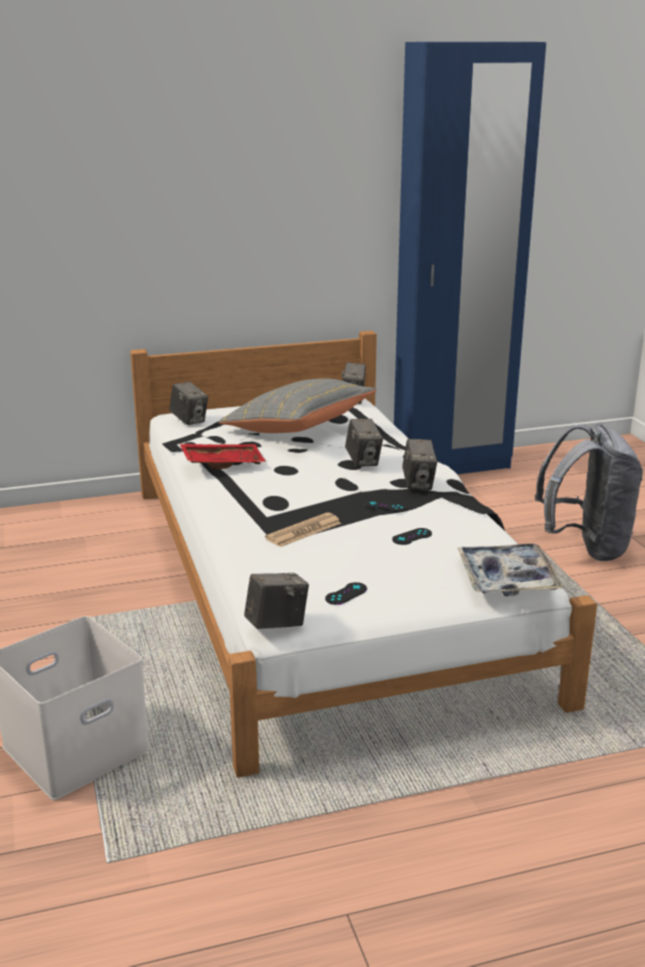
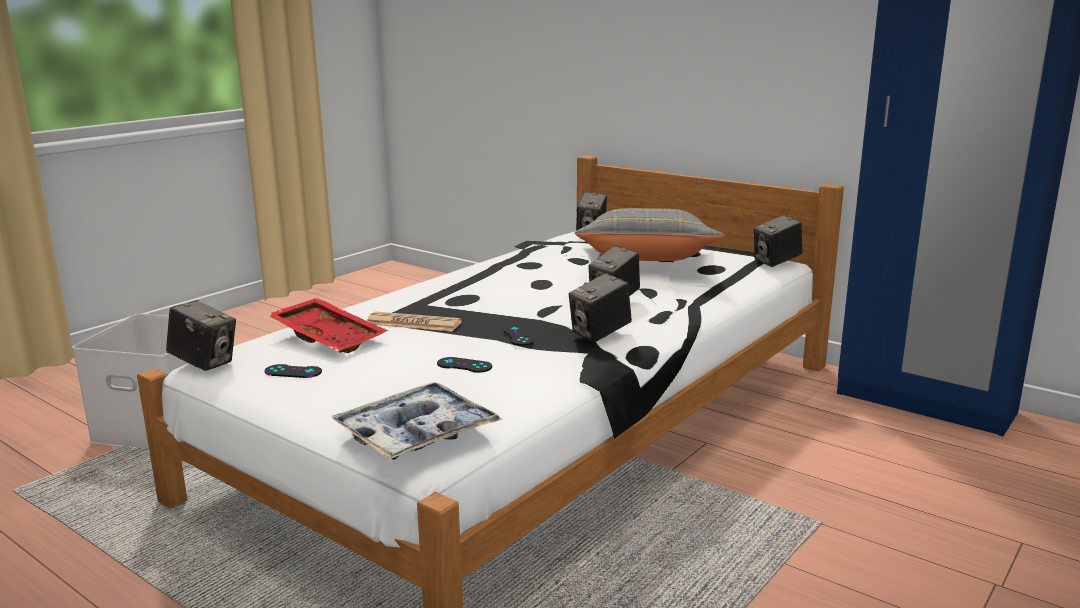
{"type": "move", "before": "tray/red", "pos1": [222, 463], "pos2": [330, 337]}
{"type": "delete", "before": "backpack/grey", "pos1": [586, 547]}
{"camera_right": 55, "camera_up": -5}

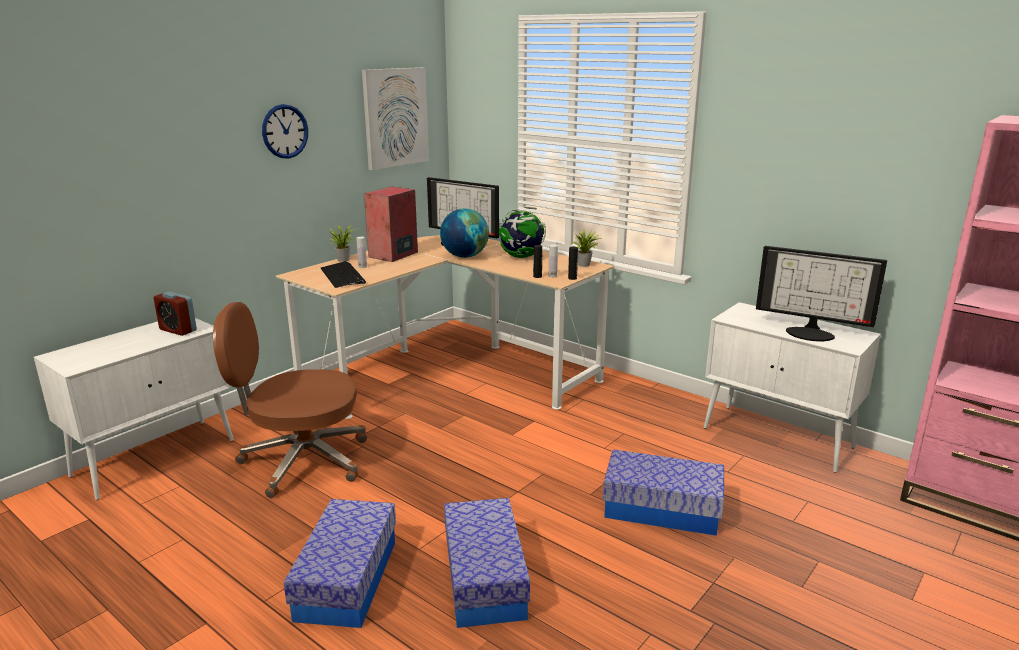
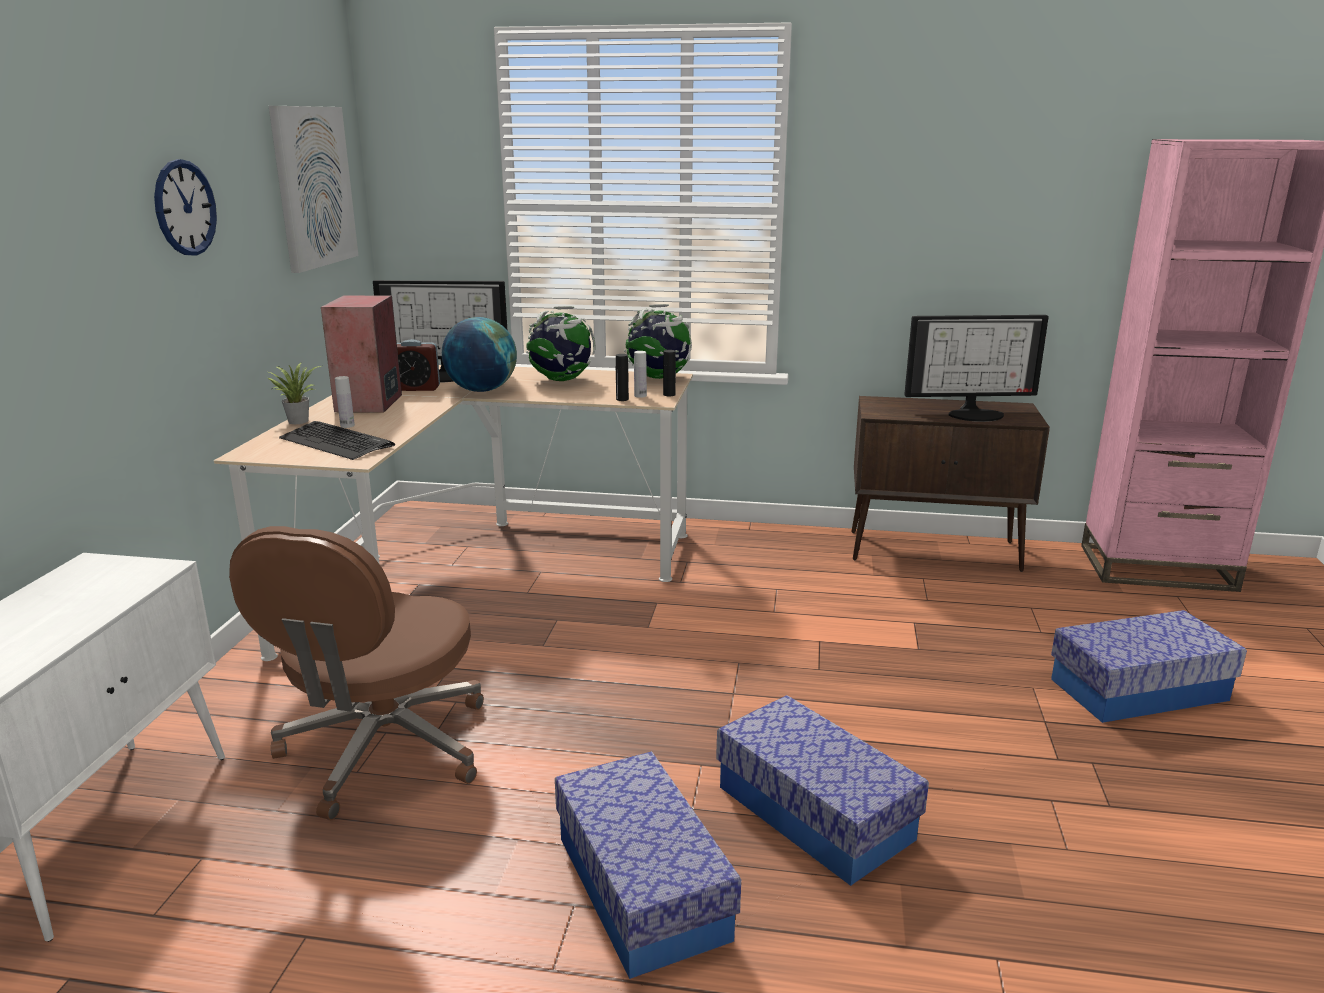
{"type": "rotate", "before": "office chair/brown", "pos1": [302, 461], "pos2": [383, 751], "turn": -45}
{"type": "move", "before": "alarm clock", "pos1": [178, 330], "pos2": [416, 388]}
{"type": "replace", "before": "potted plant", "after": "globe", "pos1": [585, 265], "pos2": [658, 378]}
{"type": "recolor", "before": "cabinet/white", "after": "cabinet/brown", "pos1": [778, 438], "pos2": [935, 551]}
{"type": "move", "before": "storage box", "pos1": [662, 509], "pos2": [1138, 689]}
{"camera_right": -30, "camera_up": 0}

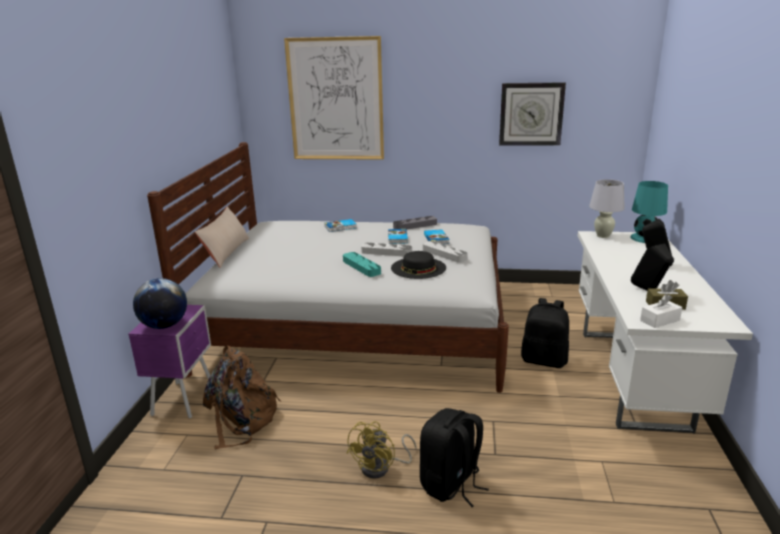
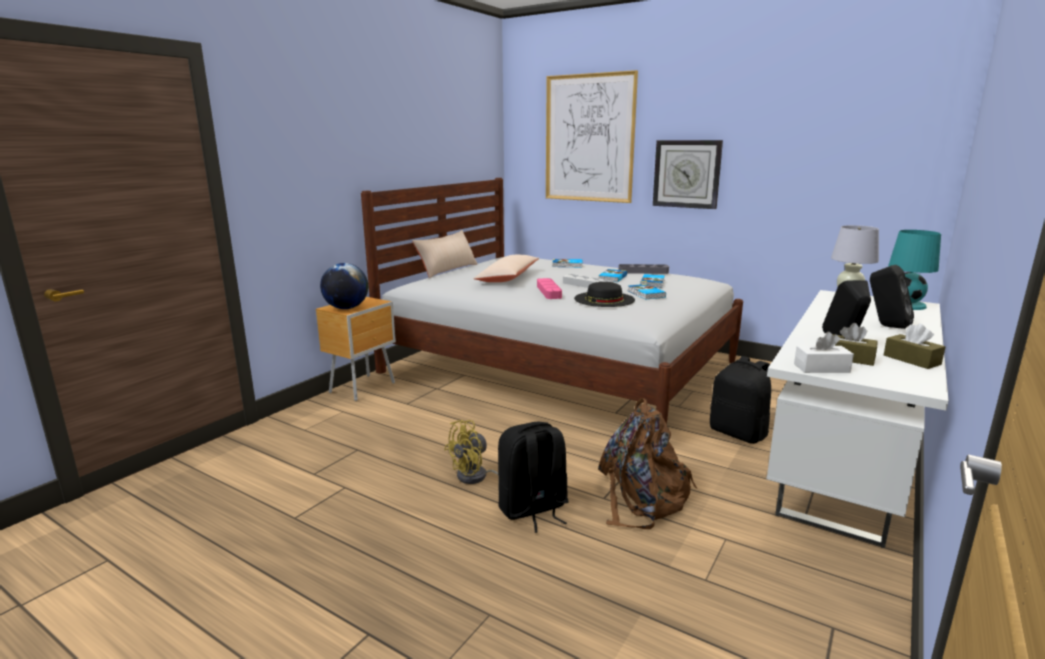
{"type": "recolor", "before": "nightstand/purple", "after": "nightstand/brown", "pos1": [185, 399], "pos2": [364, 387]}
{"type": "insert", "after": "pillow/beige", "pos2": [508, 278]}
{"type": "recolor", "before": "tray/turquoise", "after": "tray/pink", "pos1": [361, 267], "pos2": [548, 291]}
{"type": "move", "before": "backpack/brown", "pos1": [241, 419], "pos2": [642, 498]}
{"type": "replace", "before": "tray/grey", "after": "book", "pos1": [444, 254], "pos2": [645, 294]}
{"type": "move", "before": "wall clock", "pos1": [531, 114], "pos2": [686, 174]}
{"type": "insert", "after": "tissue box/brown", "pos2": [911, 360]}
{"camera_right": 25, "camera_up": -5}

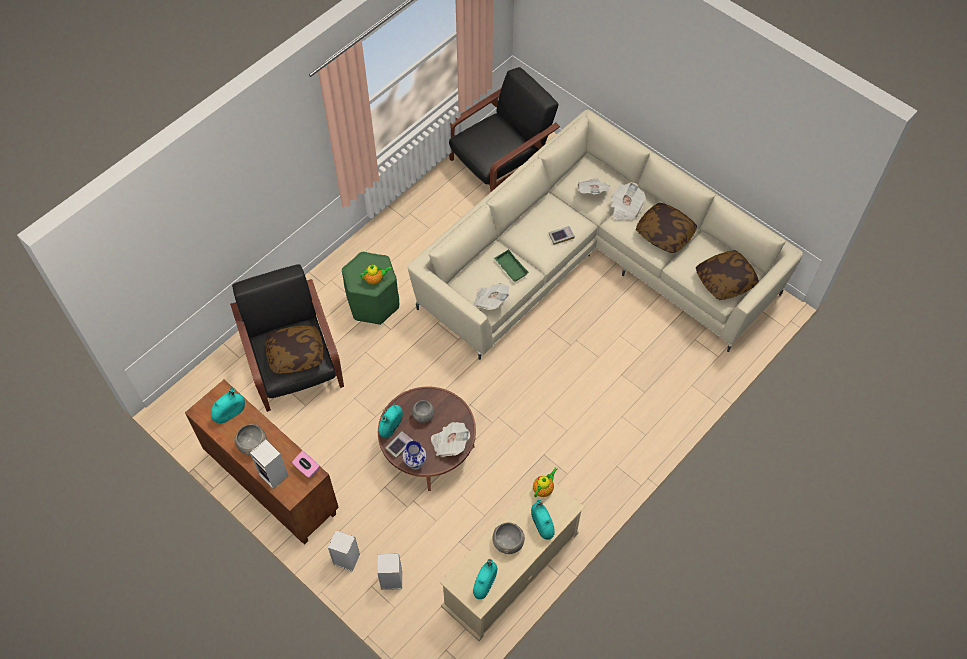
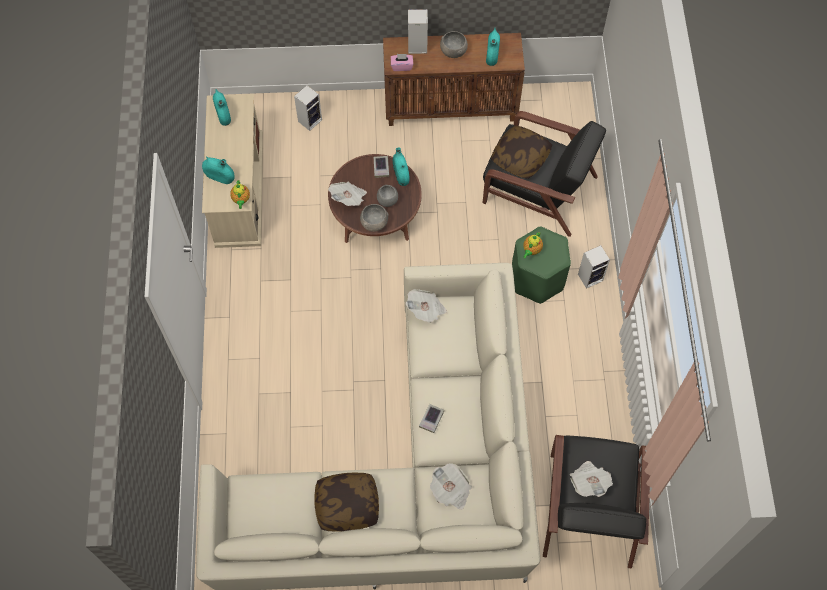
{"type": "move", "before": "bowl/grey", "pos1": [508, 542], "pos2": [374, 223]}
{"type": "move", "before": "newspaper", "pos1": [625, 208], "pos2": [589, 482]}
{"type": "move", "before": "speaker", "pos1": [345, 559], "pos2": [590, 277]}
{"type": "delete", "before": "vase", "pos1": [415, 463]}
{"type": "delete", "before": "tray/green", "pos1": [510, 268]}
{"type": "delete", "before": "pillow", "pos1": [725, 280]}
{"camera_right": 135, "camera_up": 5}

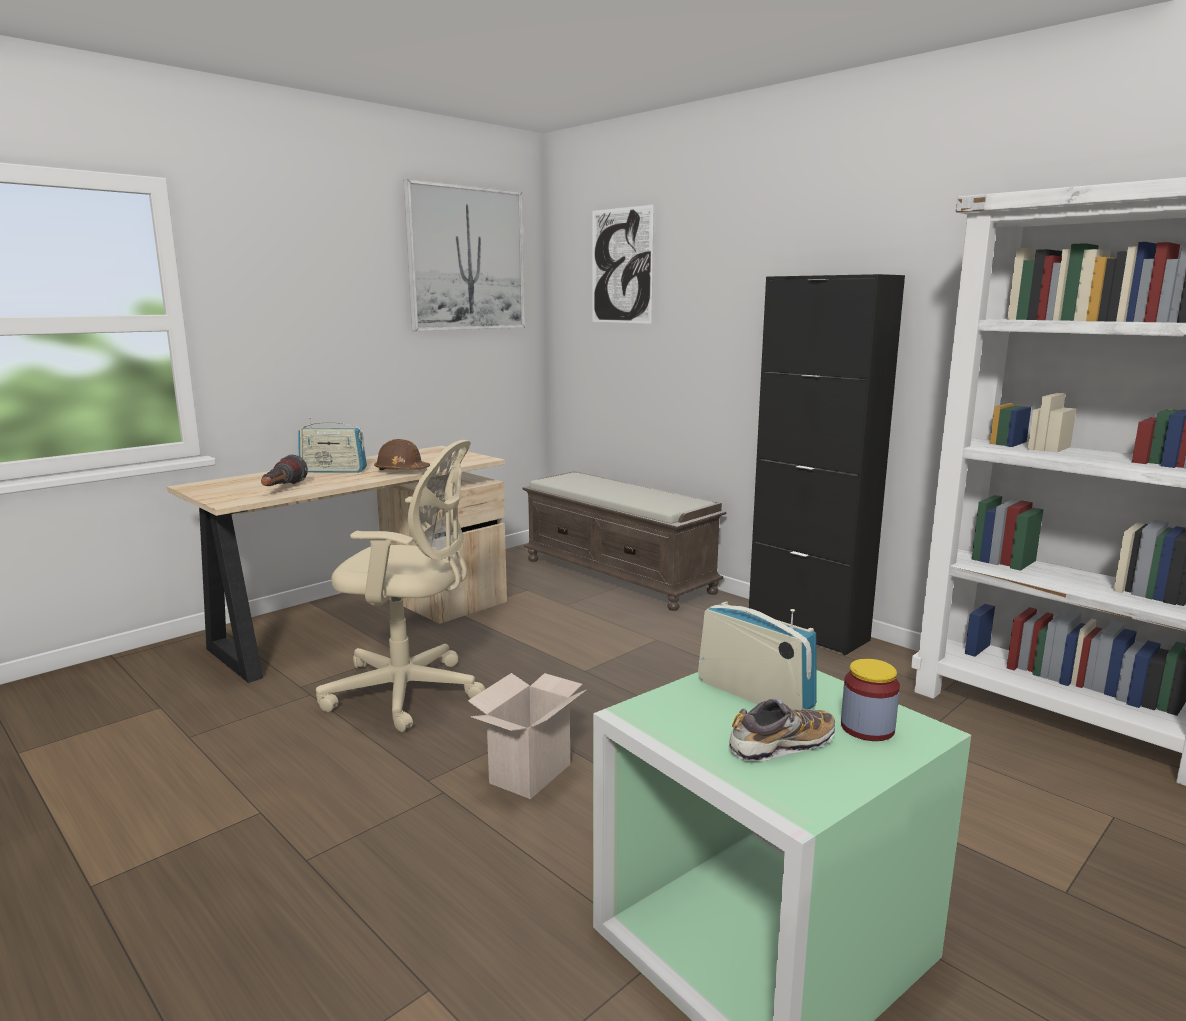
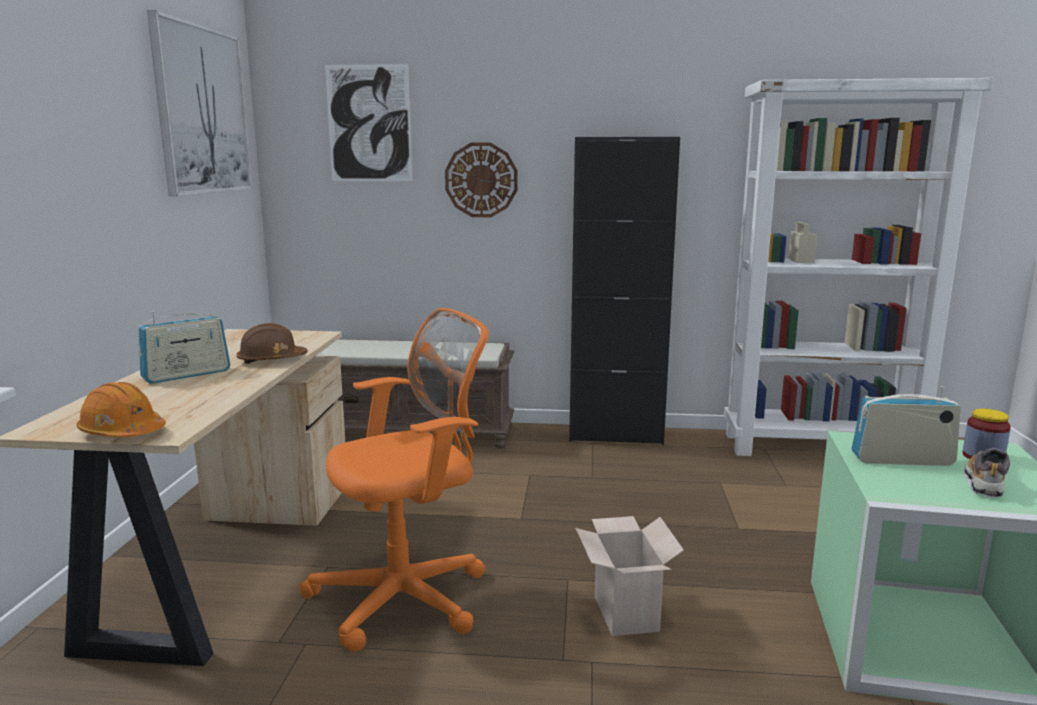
{"type": "insert", "after": "hard hat/orange", "pos2": [122, 432]}
{"type": "recolor", "before": "office chair/beige", "after": "office chair/orange", "pos1": [410, 693], "pos2": [408, 597]}
{"type": "insert", "after": "wall clock", "pos2": [481, 180]}
{"type": "delete", "before": "flashlight", "pos1": [282, 489]}
{"camera_right": -40, "camera_up": 0}

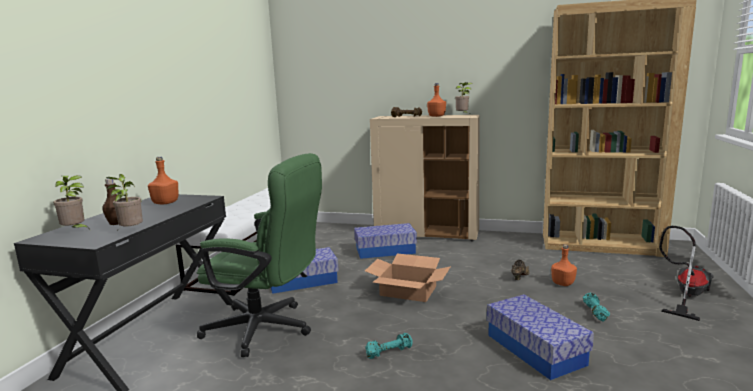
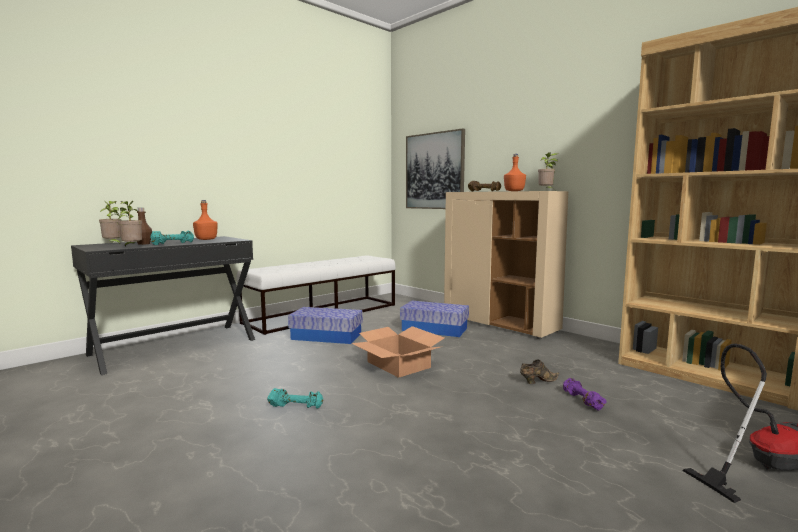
{"type": "move", "before": "dumbbell/turquoise", "pos1": [594, 312], "pos2": [172, 244]}
{"type": "insert", "after": "picture", "pos2": [434, 171]}
{"type": "replace", "before": "bottle/orange", "after": "dumbbell/purple", "pos1": [562, 283], "pos2": [582, 401]}
{"type": "delete", "before": "office chair/green", "pos1": [267, 329]}
{"type": "delete", "before": "storage box", "pos1": [535, 349]}
{"camera_right": 30, "camera_up": -5}

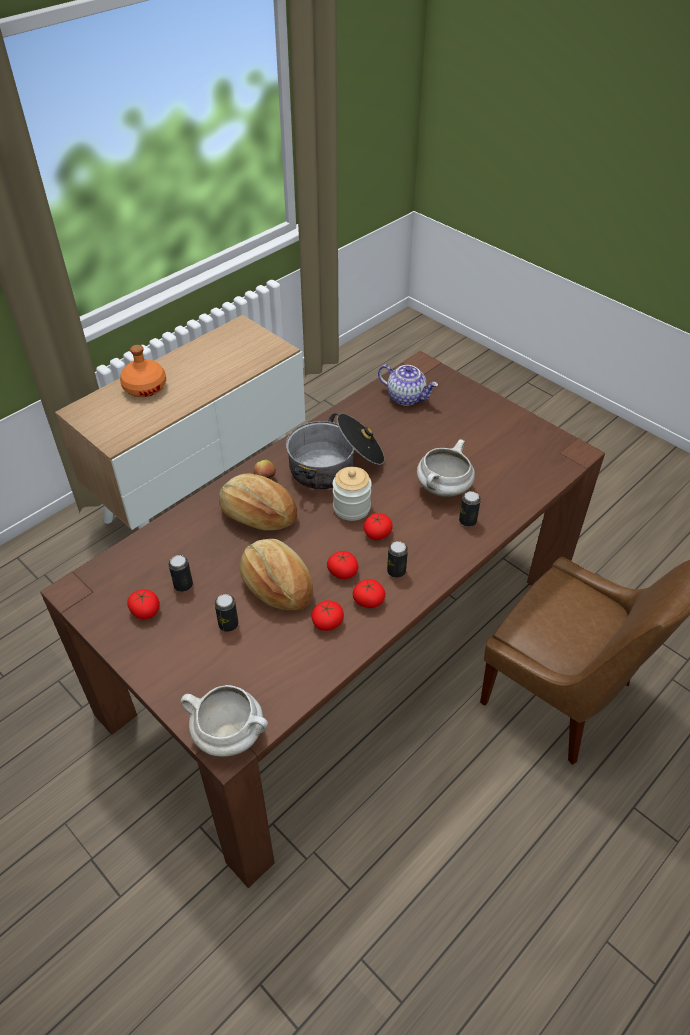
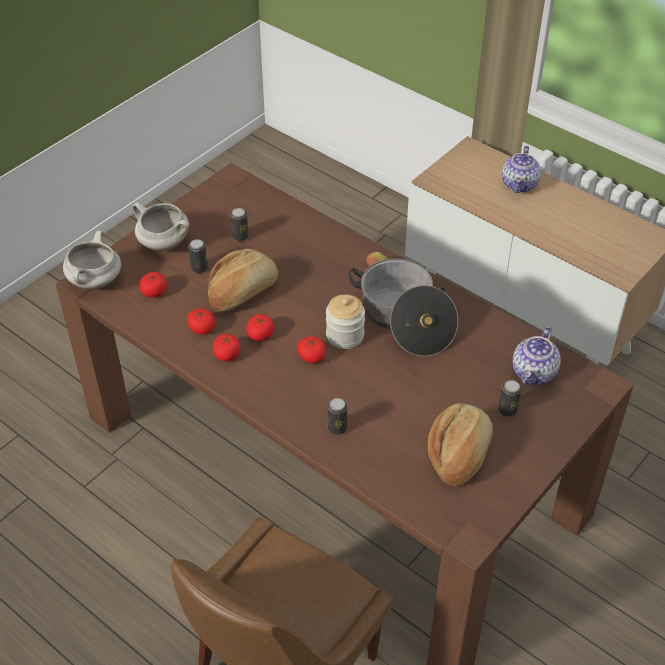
{"type": "move", "before": "cooking pot/white", "pos1": [443, 489], "pos2": [163, 243]}
{"type": "move", "before": "tomato", "pos1": [145, 611], "pos2": [154, 292]}
{"type": "move", "before": "bread", "pos1": [258, 514], "pos2": [459, 453]}
{"type": "move", "before": "can", "pos1": [396, 571], "pos2": [507, 410]}
{"type": "replace", "before": "bottle/orange", "after": "teapot", "pos1": [145, 387], "pos2": [520, 184]}
{"camera_right": 85, "camera_up": 0}

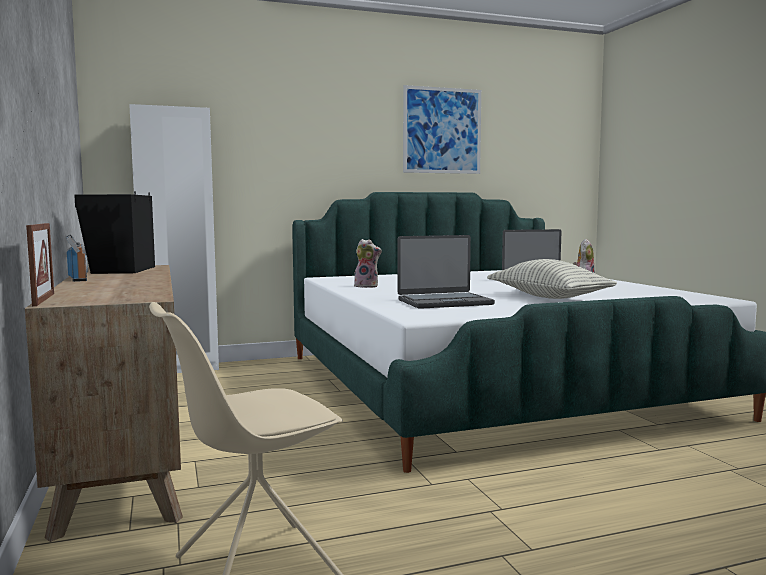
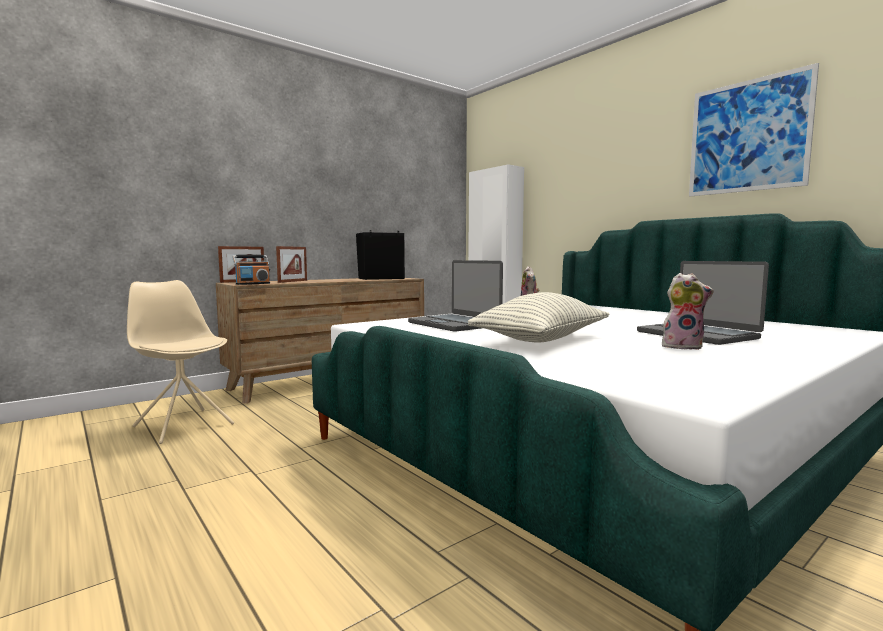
{"type": "move", "before": "radio", "pos1": [78, 279], "pos2": [253, 284]}
{"type": "insert", "after": "picture frame", "pos2": [293, 281]}
{"camera_right": 70, "camera_up": 0}

